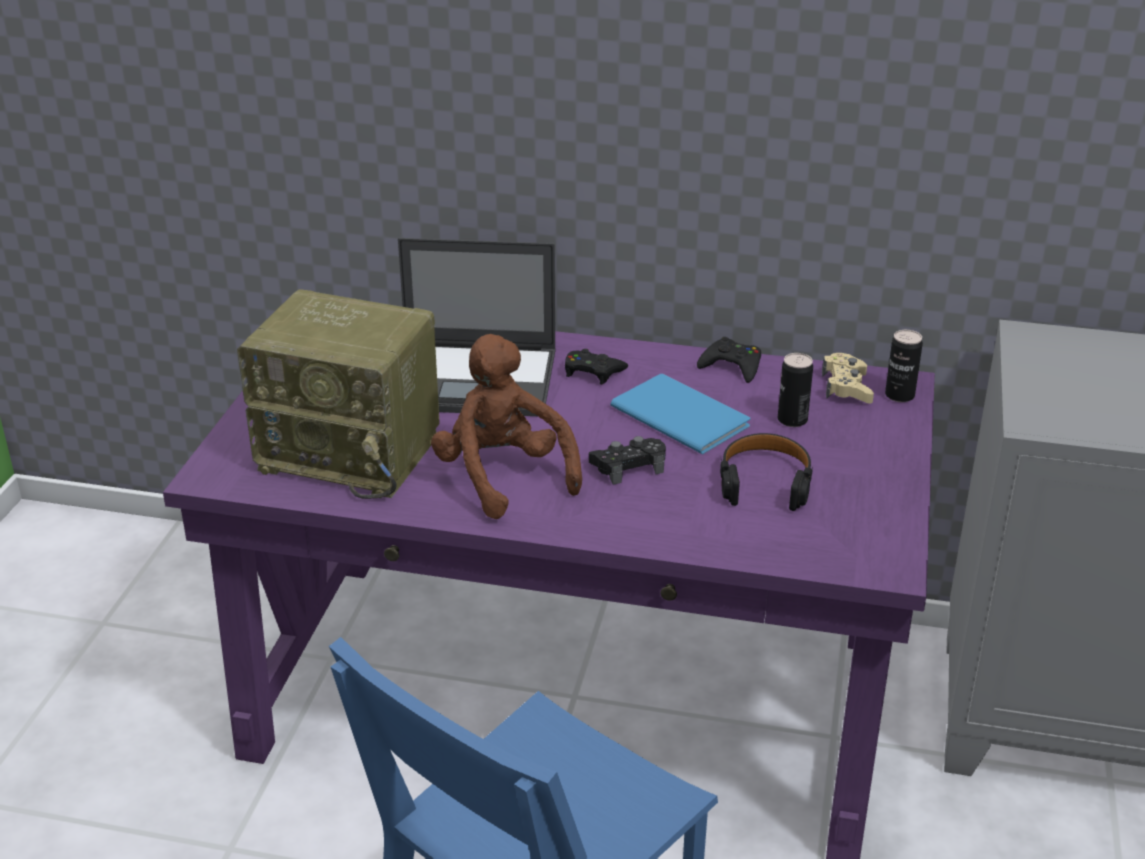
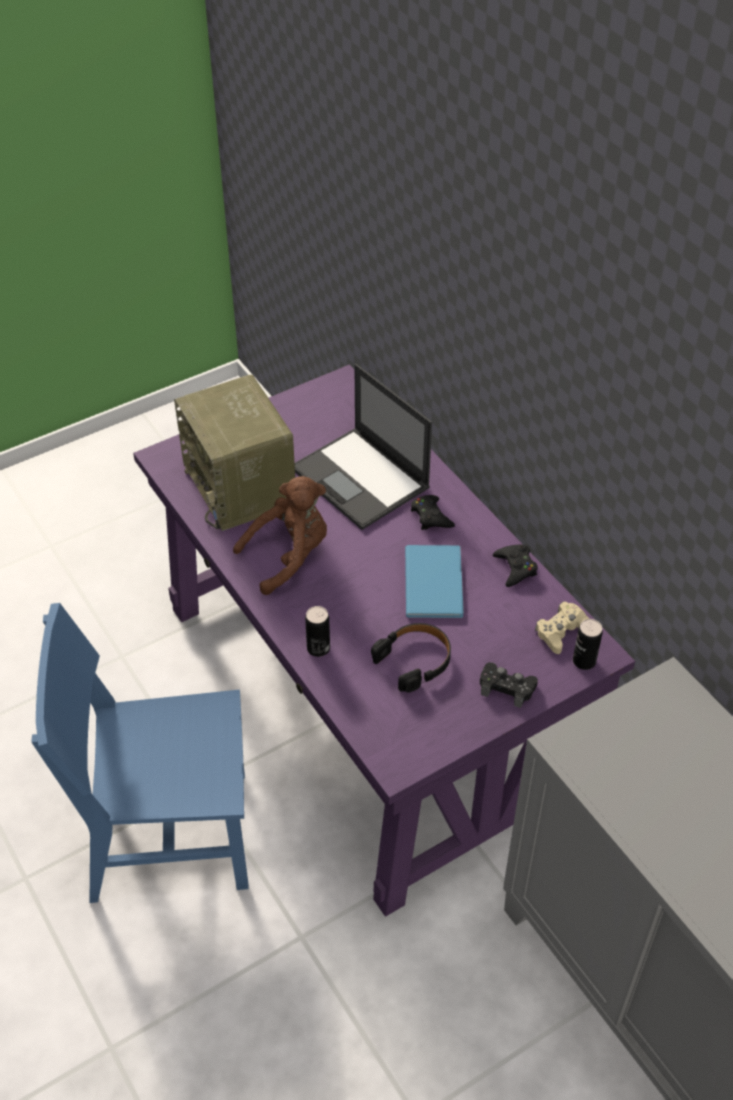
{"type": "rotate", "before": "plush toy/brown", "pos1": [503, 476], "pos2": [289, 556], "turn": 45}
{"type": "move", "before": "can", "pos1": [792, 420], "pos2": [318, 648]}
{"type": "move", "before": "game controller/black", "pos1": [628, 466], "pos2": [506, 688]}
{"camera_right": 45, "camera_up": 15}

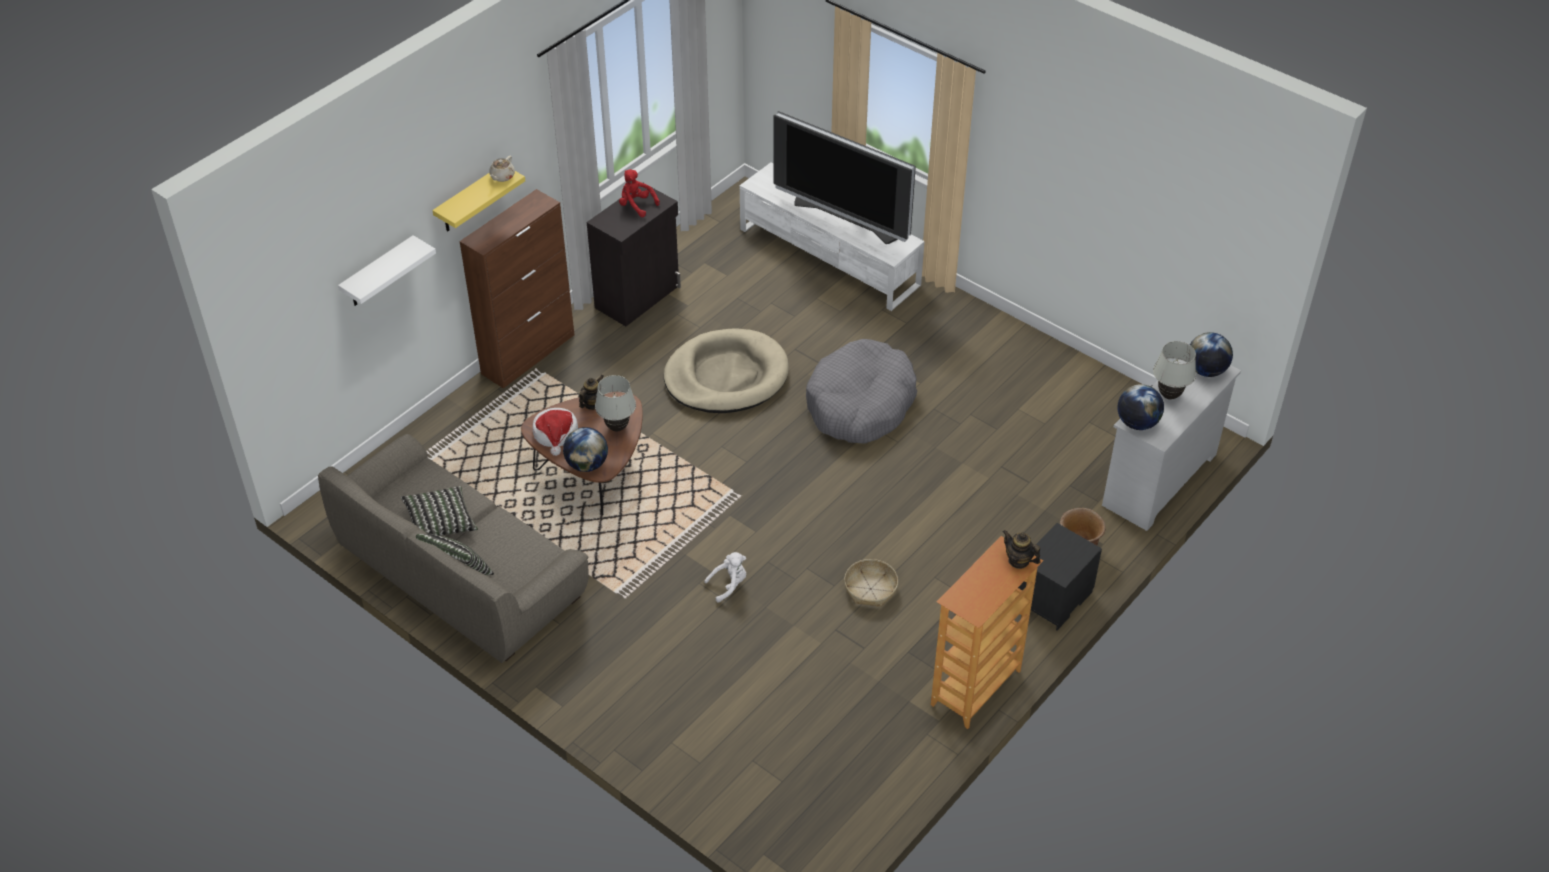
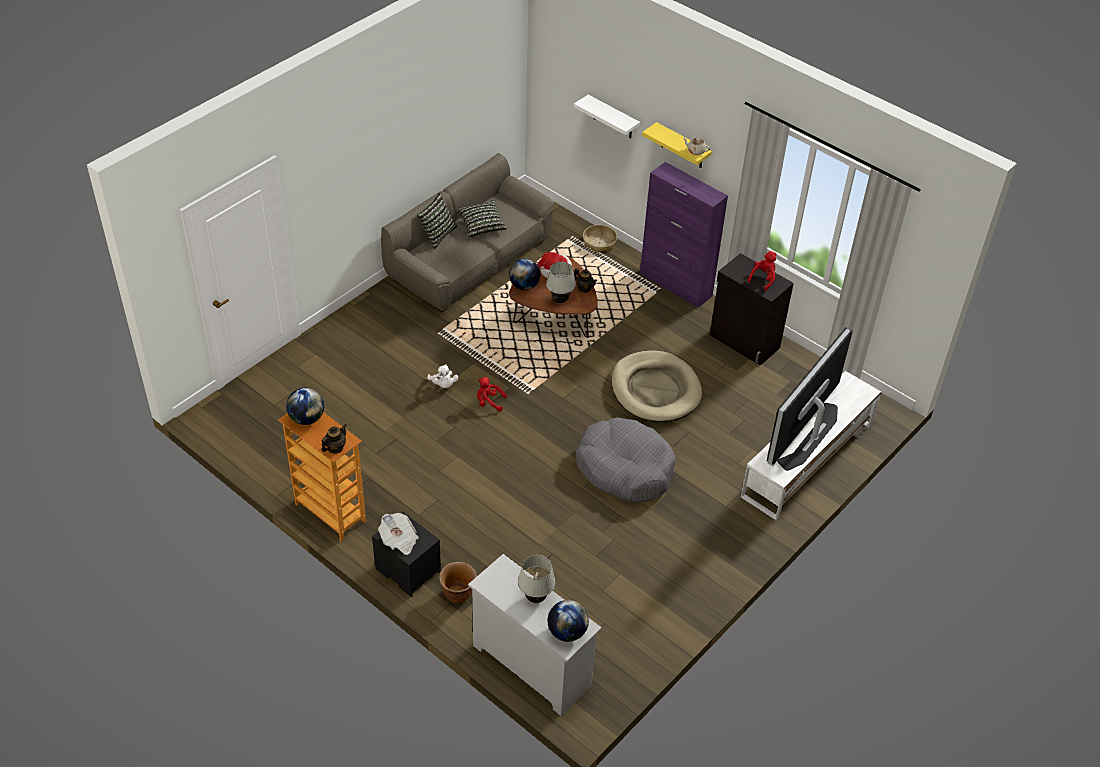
{"type": "move", "before": "globe", "pos1": [1137, 423], "pos2": [307, 418]}
{"type": "insert", "after": "newspaper", "pos2": [399, 540]}
{"type": "insert", "after": "plush toy/red", "pos2": [489, 402]}
{"type": "move", "before": "basket", "pos1": [870, 588], "pos2": [599, 243]}
{"type": "recolor", "before": "cabinet/brown", "after": "cabinet/purple", "pos1": [528, 354], "pos2": [676, 284]}
{"camera_right": 90, "camera_up": 0}

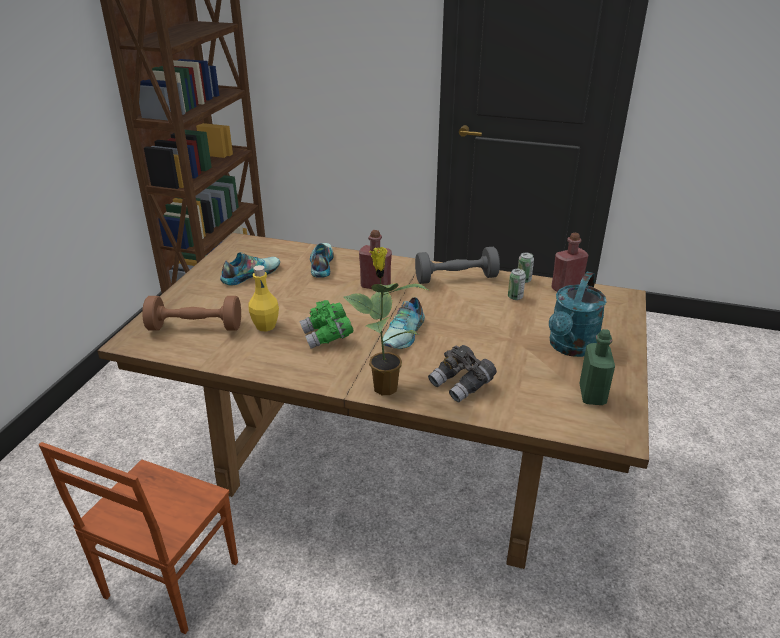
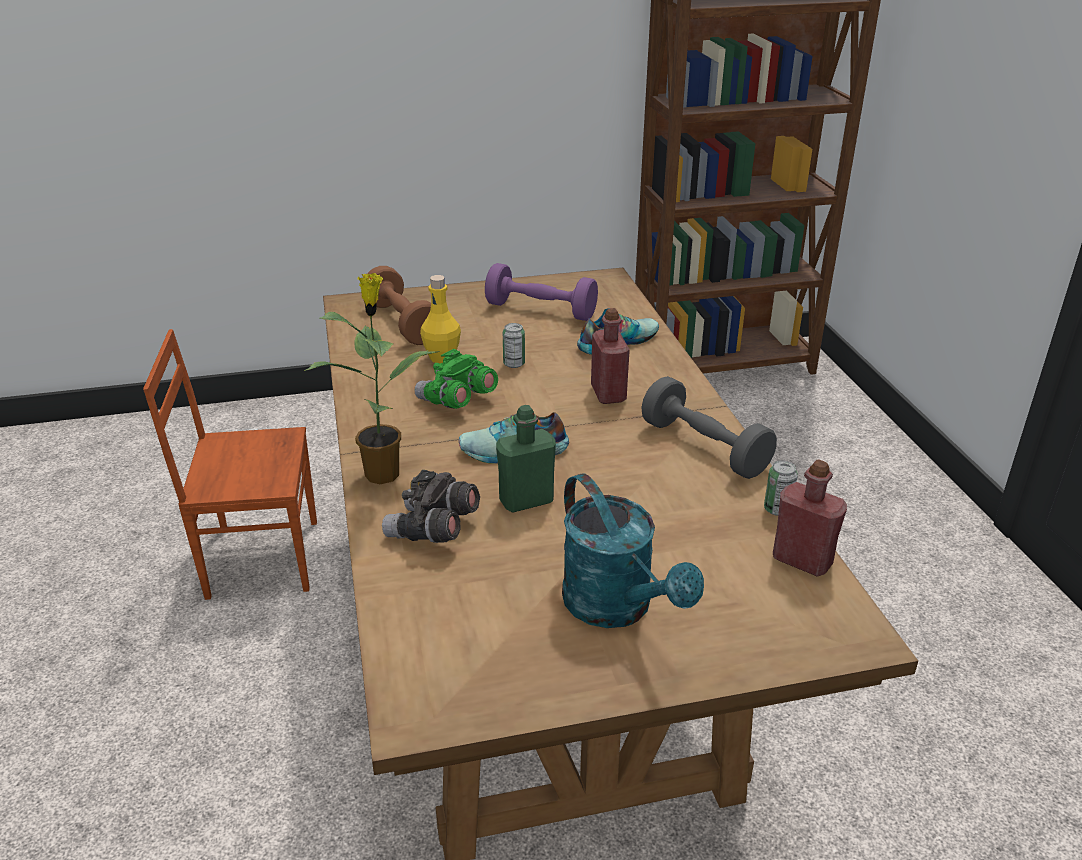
{"type": "replace", "before": "shoe", "after": "dumbbell/purple", "pos1": [250, 274], "pos2": [541, 310]}
{"type": "move", "before": "bottle/green", "pos1": [592, 395], "pos2": [526, 500]}
{"type": "move", "before": "can", "pos1": [515, 297], "pos2": [514, 364]}
{"type": "rotate", "before": "watering can/turquoise", "pos1": [571, 347], "pos2": [617, 608], "turn": -120}
{"camera_right": 60, "camera_up": 0}

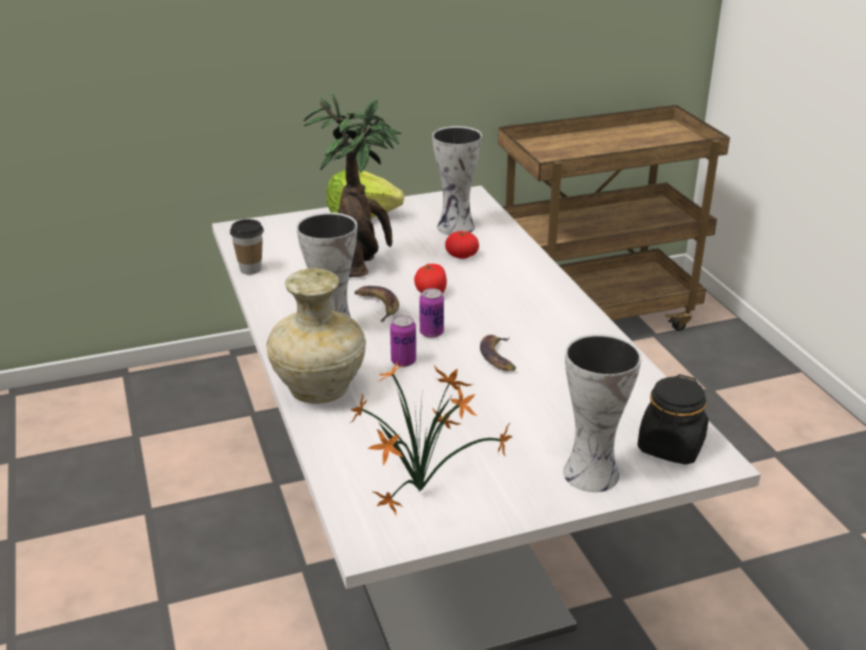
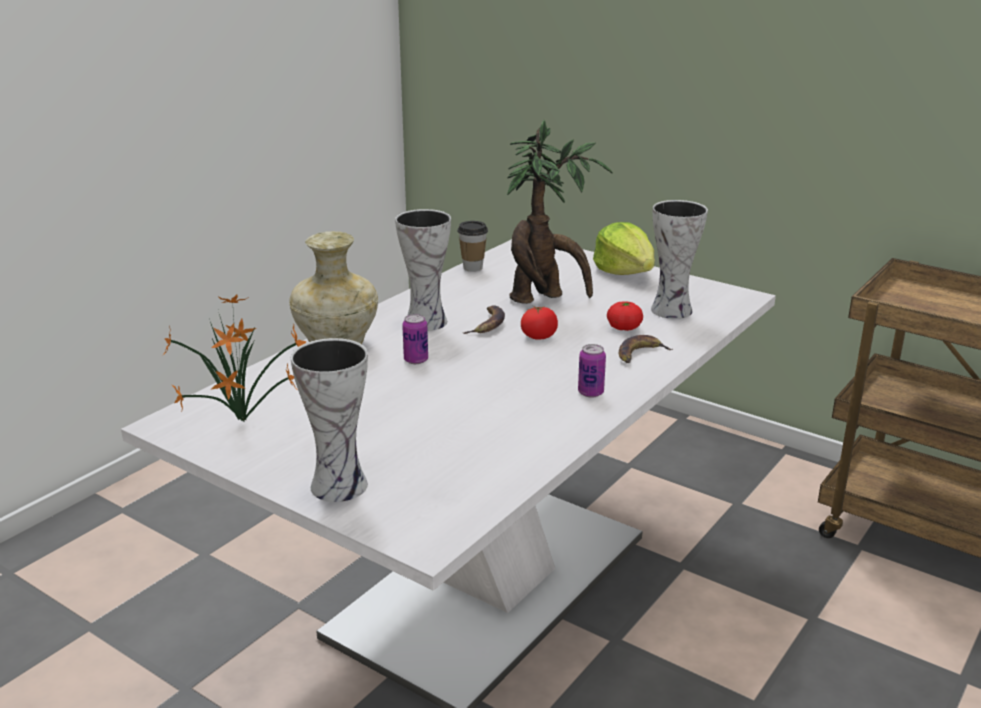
{"type": "move", "before": "can", "pos1": [431, 333], "pos2": [590, 392]}
{"type": "move", "before": "banana", "pos1": [498, 357], "pos2": [640, 354]}
{"type": "delete", "before": "jar/black", "pos1": [670, 446]}
{"camera_right": 55, "camera_up": -5}

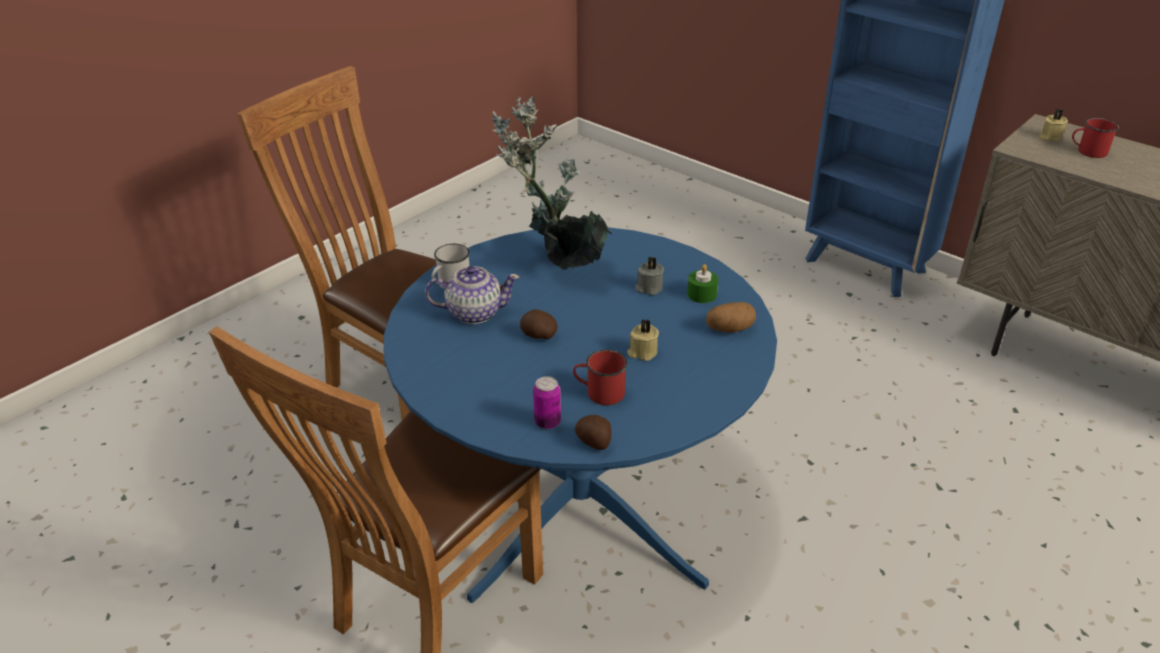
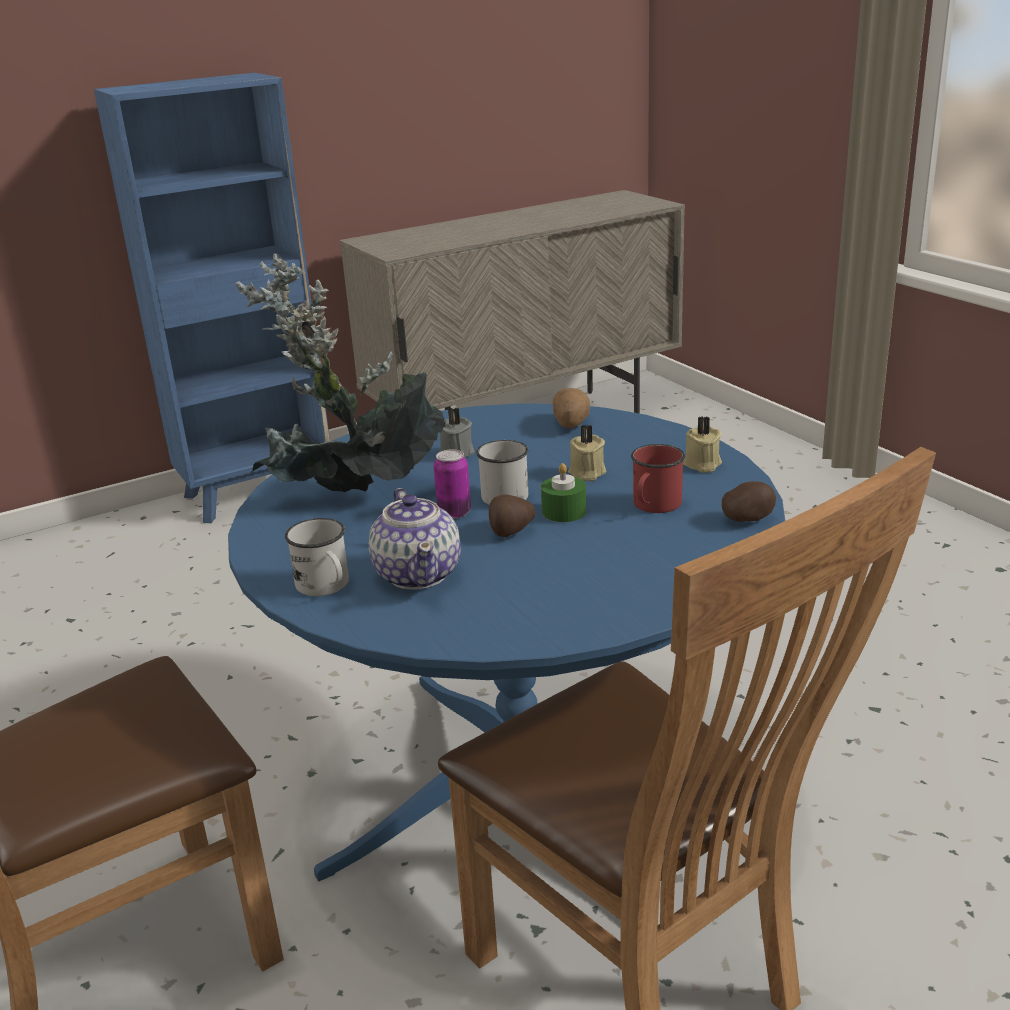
{"type": "rotate", "before": "teapot", "pos1": [474, 312], "pos2": [418, 573], "turn": 150}
{"type": "move", "before": "can", "pos1": [547, 422], "pos2": [454, 513]}
{"type": "insert", "after": "mug/white", "pos2": [501, 494]}
{"type": "move", "before": "candle/green", "pos1": [702, 294], "pos2": [564, 511]}
{"type": "move", "before": "candle/beige", "pos1": [1049, 137], "pos2": [702, 465]}
{"type": "delete", "before": "mug/red", "pos1": [1087, 152]}
{"camera_right": -70, "camera_up": -10}

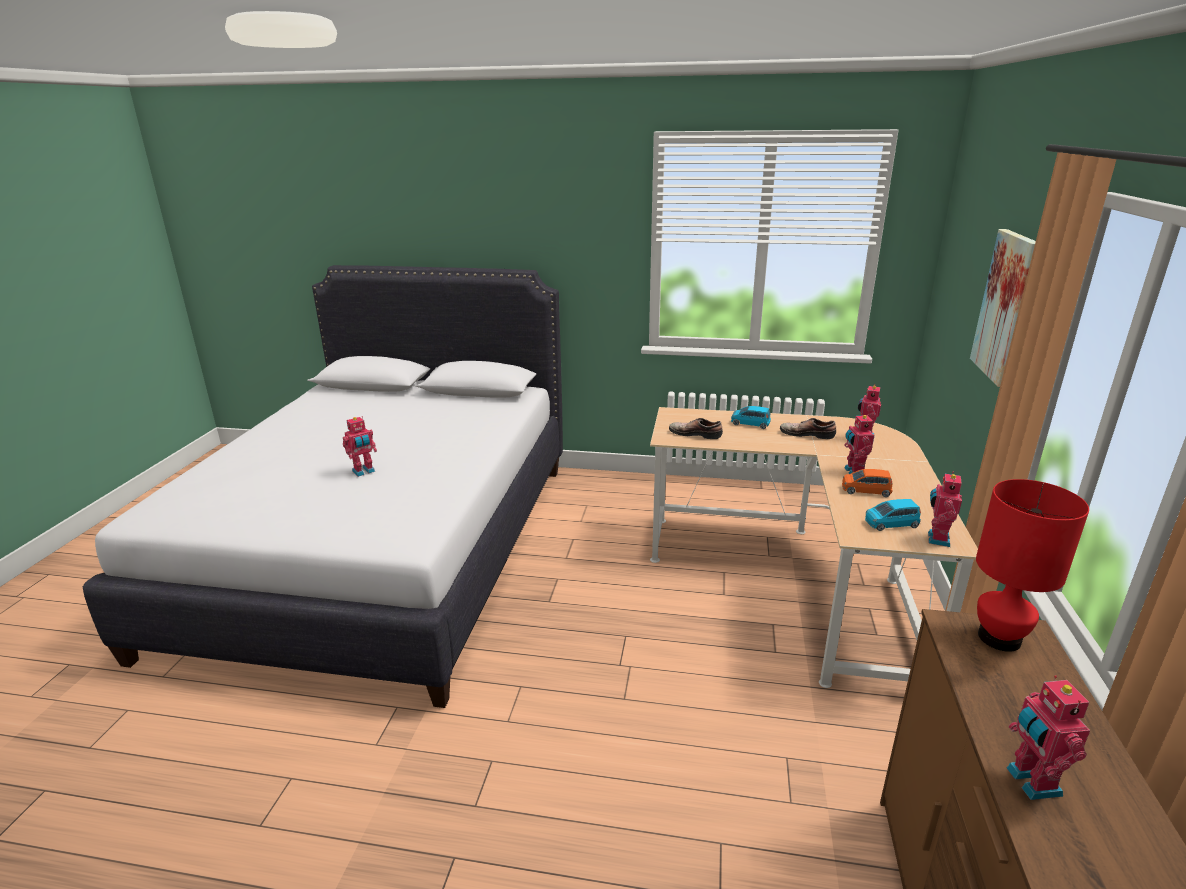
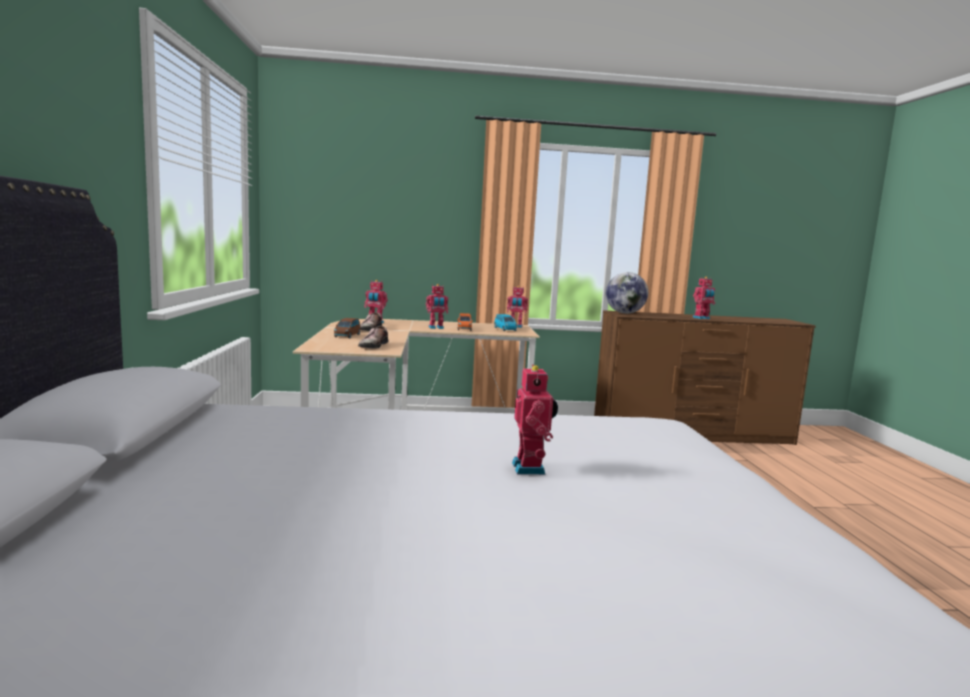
{"type": "recolor", "before": "toy car/blue", "after": "toy car/brown", "pos1": [750, 424], "pos2": [347, 336]}
{"type": "rotate", "before": "toy robot", "pos1": [364, 471], "pos2": [531, 468], "turn": 45}
{"type": "replace", "before": "table lamp/red", "after": "globe", "pos1": [1000, 638], "pos2": [624, 313]}
{"type": "delete", "before": "picture", "pos1": [1007, 307]}
{"camera_right": -105, "camera_up": -15}

